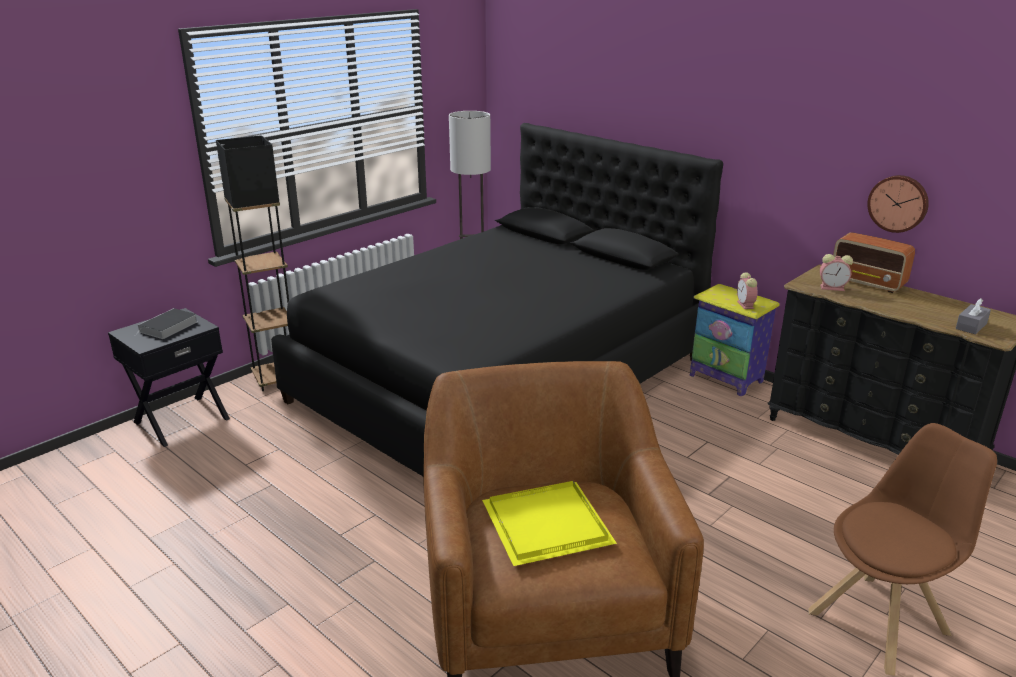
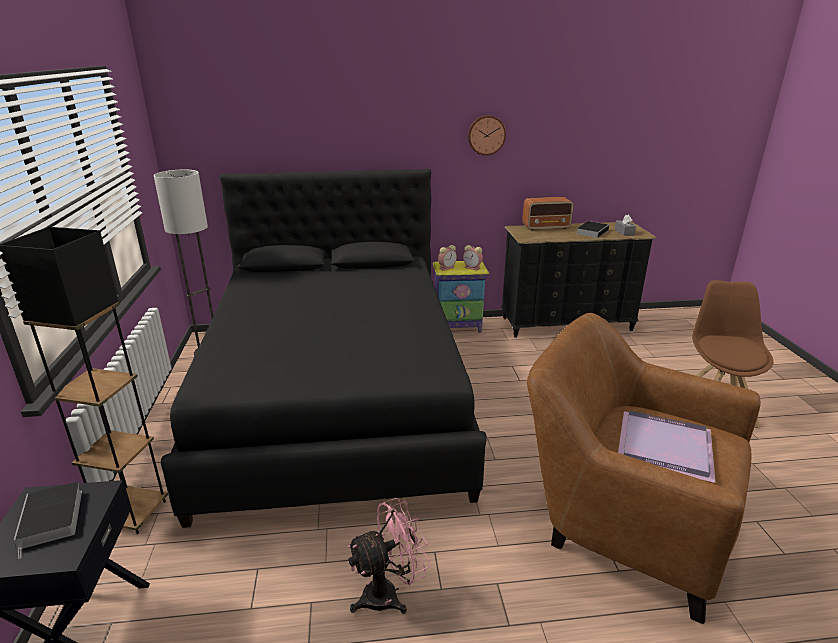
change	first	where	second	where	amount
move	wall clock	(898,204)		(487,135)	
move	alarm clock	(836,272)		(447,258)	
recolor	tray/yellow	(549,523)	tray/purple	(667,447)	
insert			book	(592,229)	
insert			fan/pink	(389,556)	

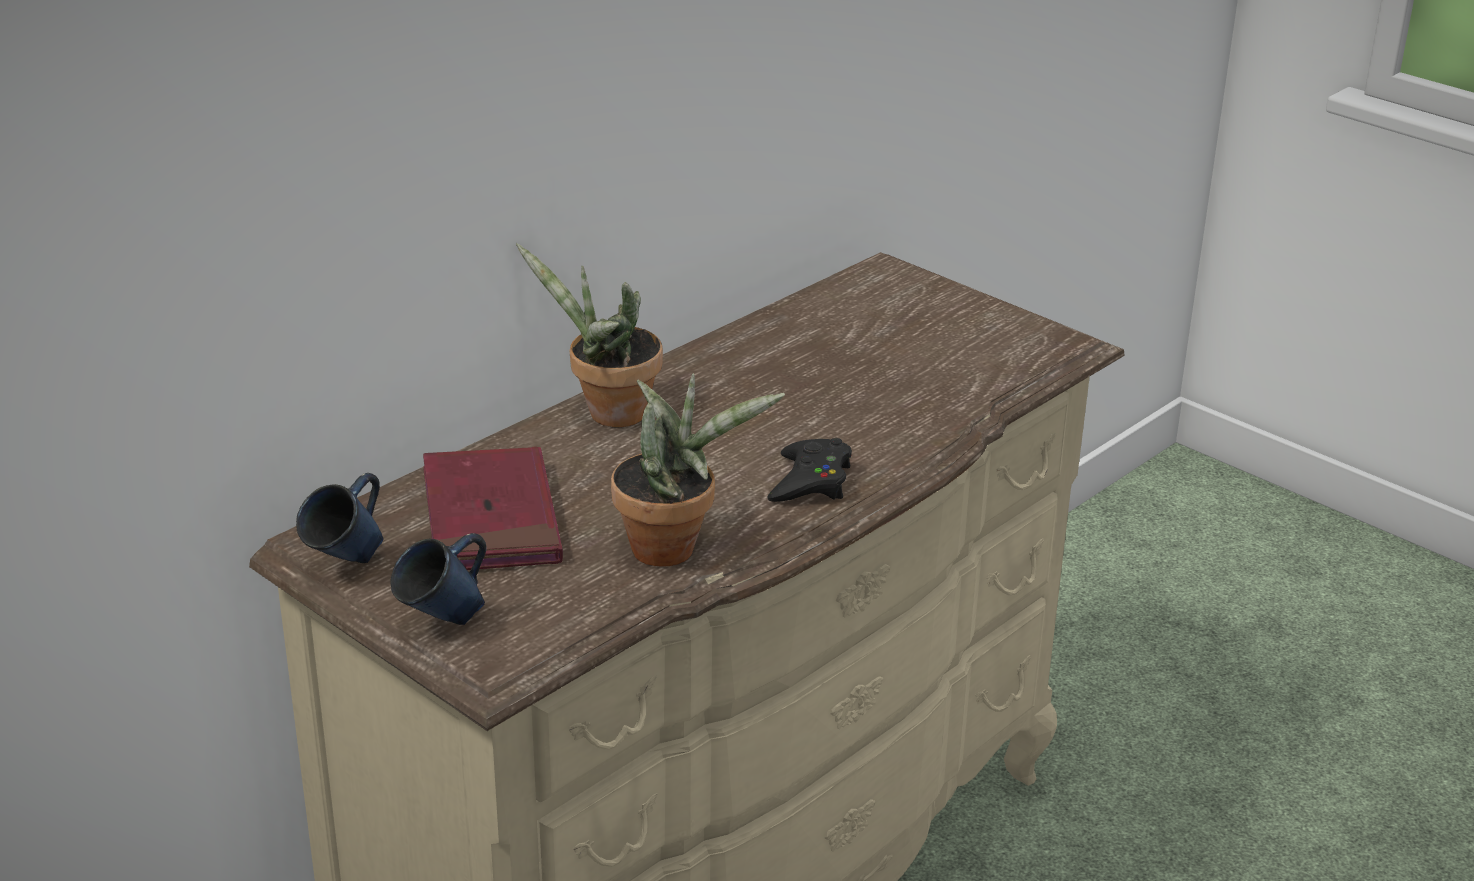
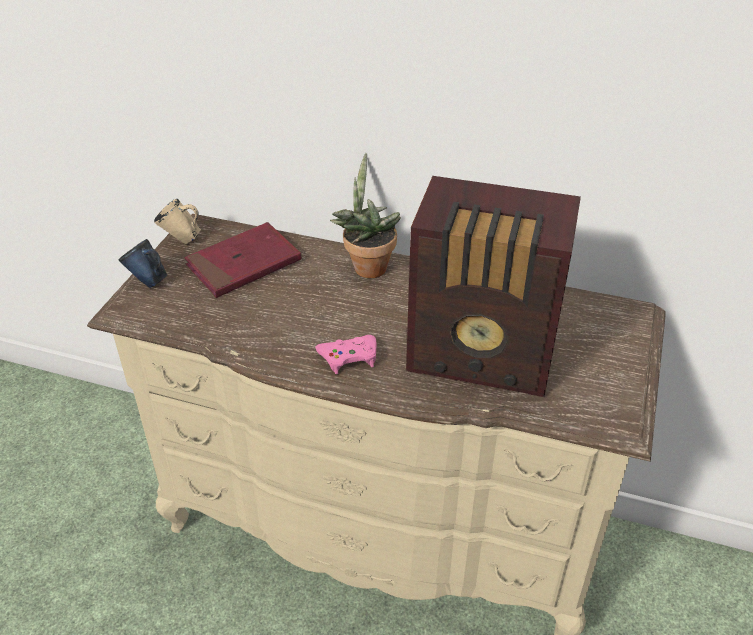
change	first	where	second	where	amount
delete	potted plant	(698,470)			
recolor	game controller/black	(810,470)	game controller/pink	(346,354)	
recolor	mug/blue	(339,518)	mug/beige	(177,221)	
insert			radio	(493,286)	

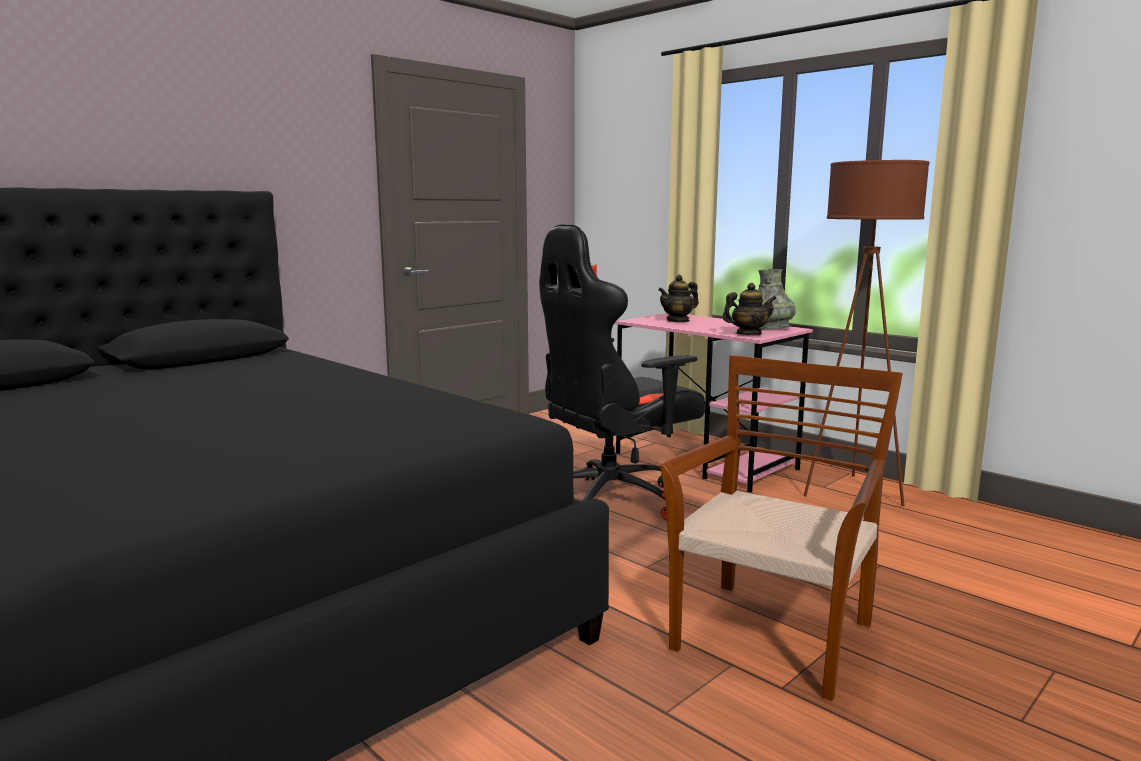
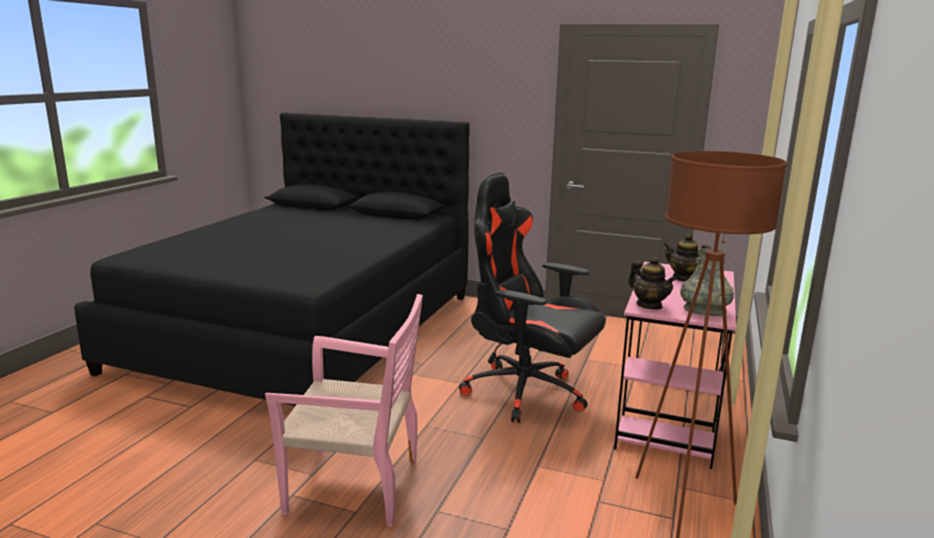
change	first	where	second	where	amount
recolor	armchair/brown	(781,528)	armchair/pink	(344,410)	

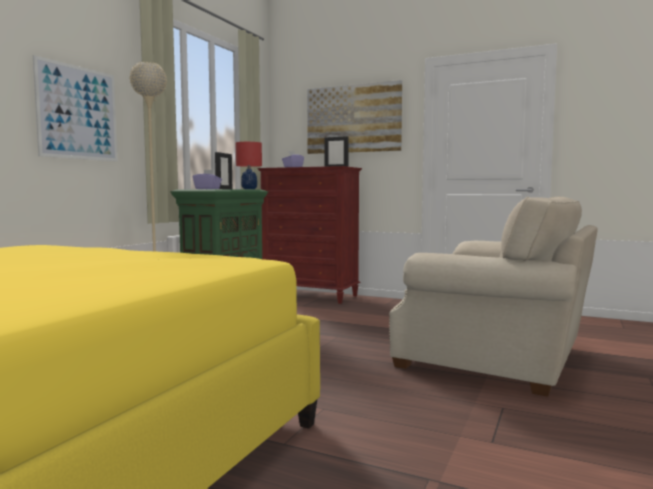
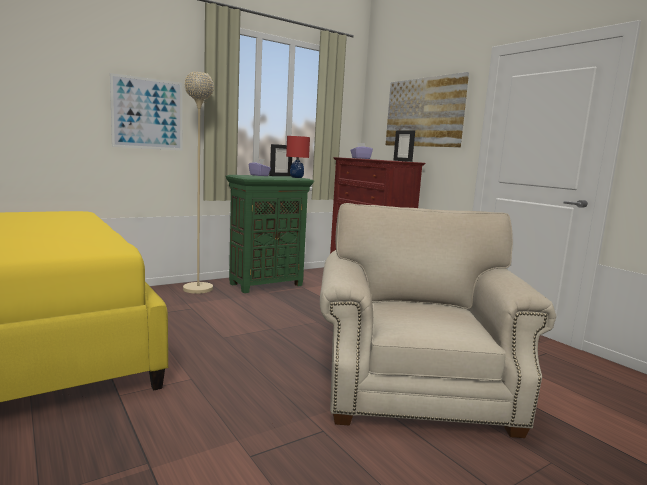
change	first	where	second	where	amount
rotate	armchair/beige	(493,296)		(438,320)	150 degrees counterclockwise

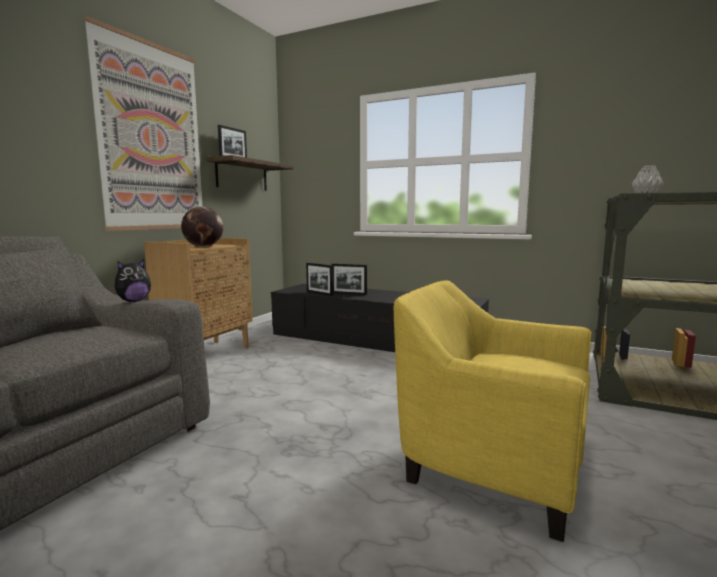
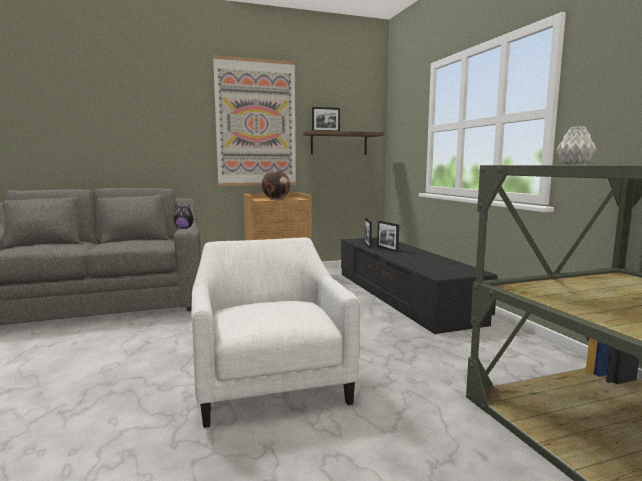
change	first	where	second	where	amount
recolor	armchair/yellow	(493,411)	armchair/white	(275,333)	

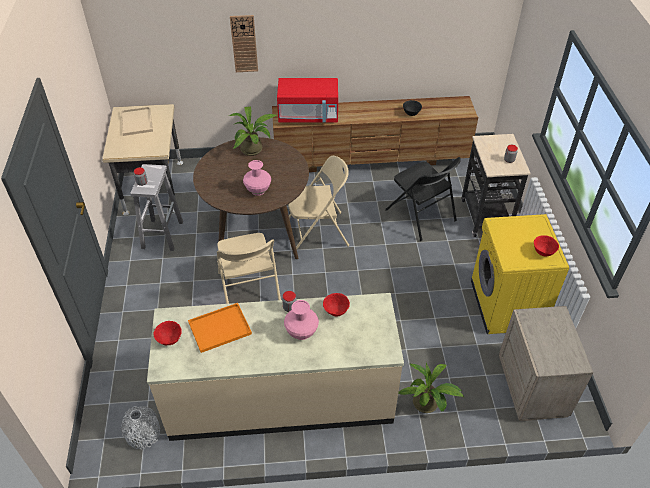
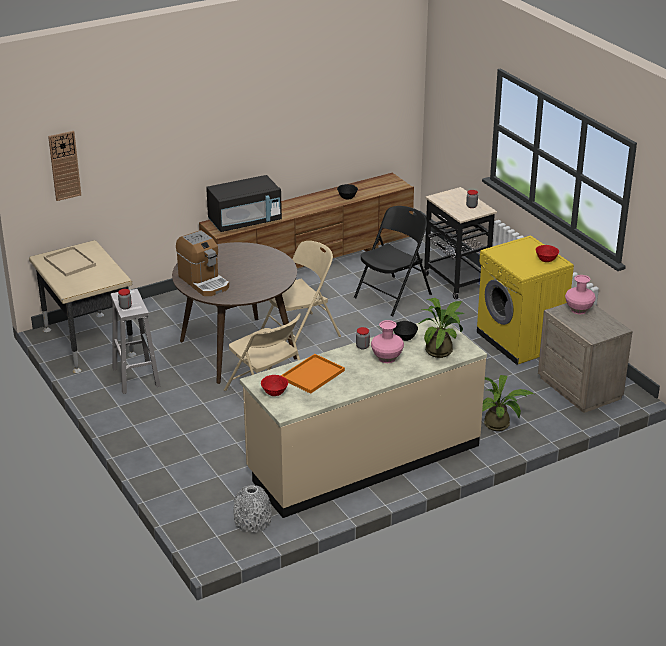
change	first	where	second	where	amount
move	wall clock	(244,43)		(64,166)	
recolor	microwave/red	(307,100)	microwave/black	(244,203)	
move	potted plant	(253,131)		(441,328)	
rotate	chair/black	(423,199)		(393,261)	75 degrees counterclockwise
move	vase/pink	(257,178)		(580,294)	
recolor	bowl/red	(336,305)	bowl/black	(405,331)	
insert			coffee machine	(202,263)	

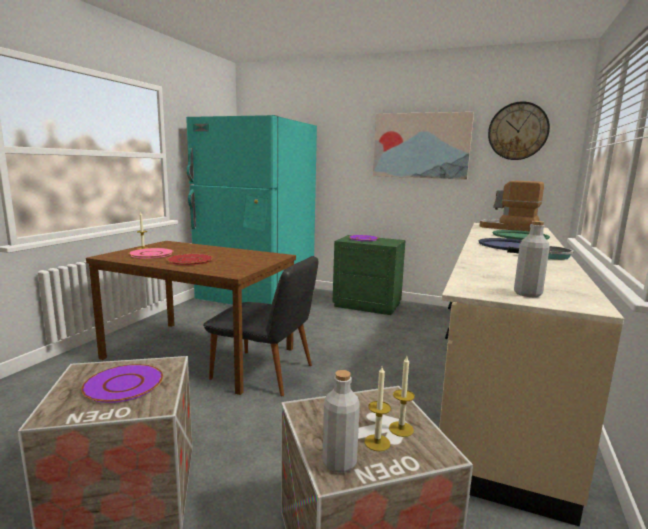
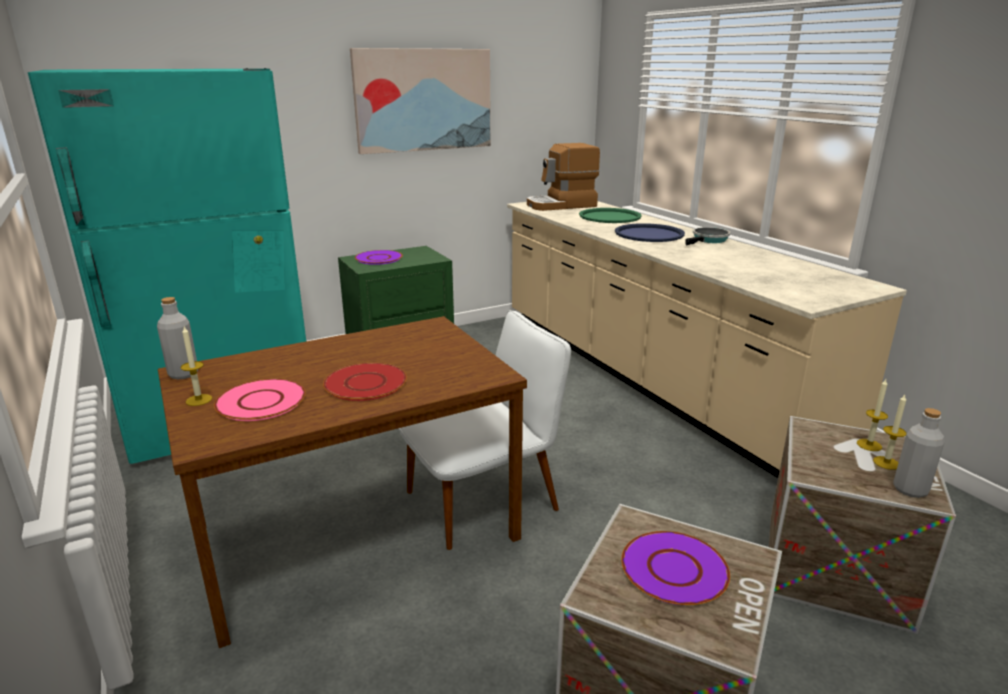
change	first	where	second	where	amount
delete	wall clock	(519,130)			
move	bottle/grey	(532,259)		(177,338)	
recolor	chair/black	(260,326)	chair/white	(485,430)	

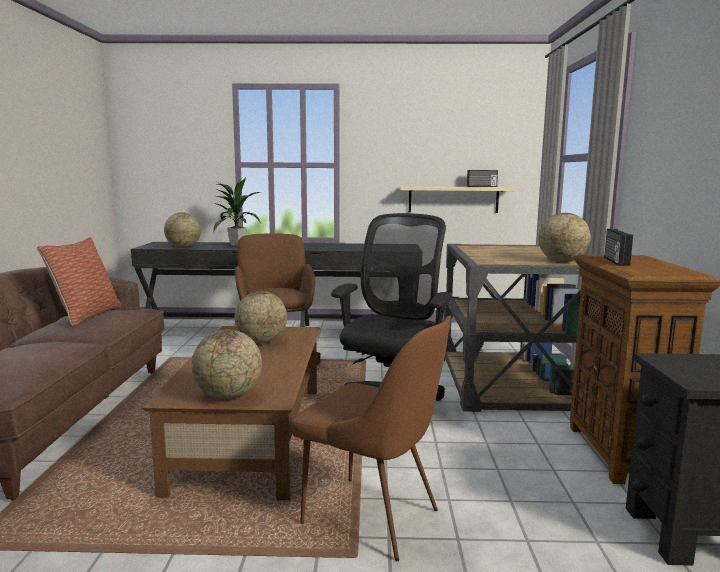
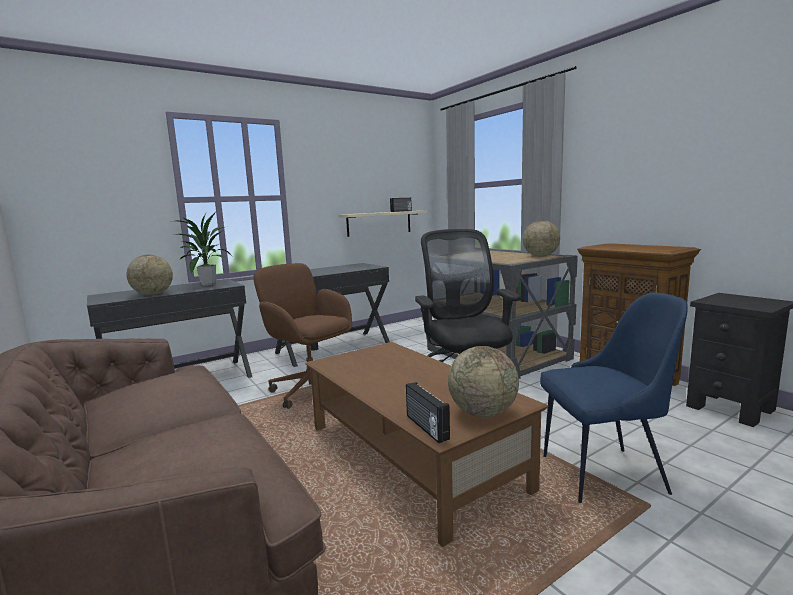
change	first	where	second	where	amount
move	radio	(618,247)		(428,412)	
delete	pillow	(79,282)			
delete	globe	(261,317)			
recolor	chair/brown	(371,438)	chair/blue	(614,397)	

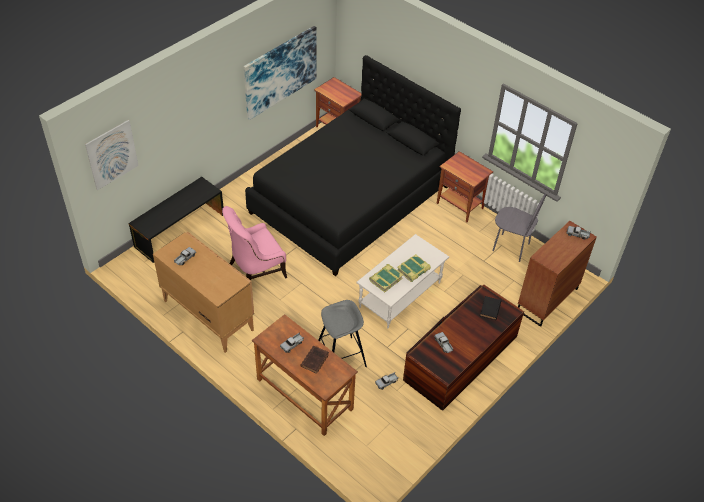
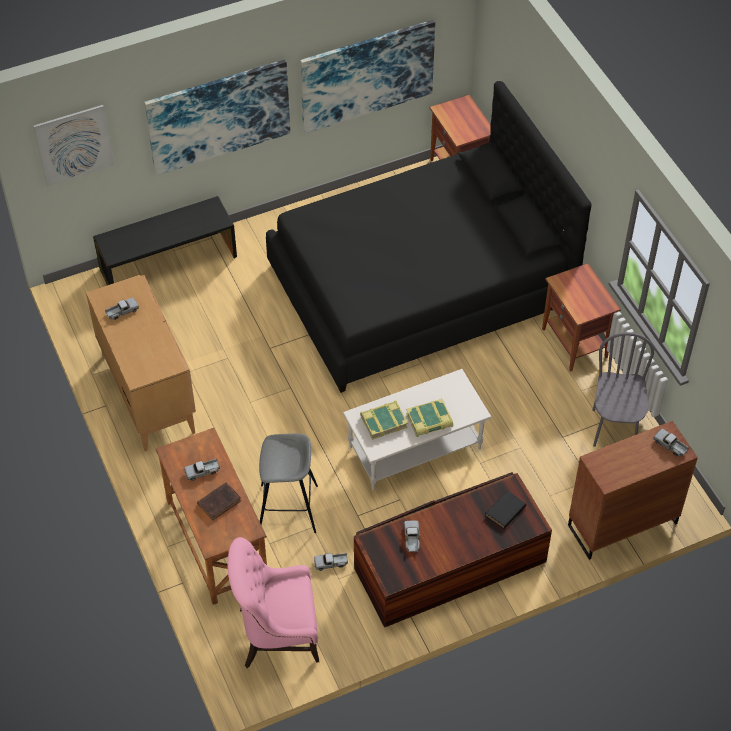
change	first	where	second	where	amount
rotate	chair/grey	(519,227)		(623,389)	135 degrees counterclockwise
move	chair/pink	(254,243)		(273,602)	
insert			picture	(217,117)	

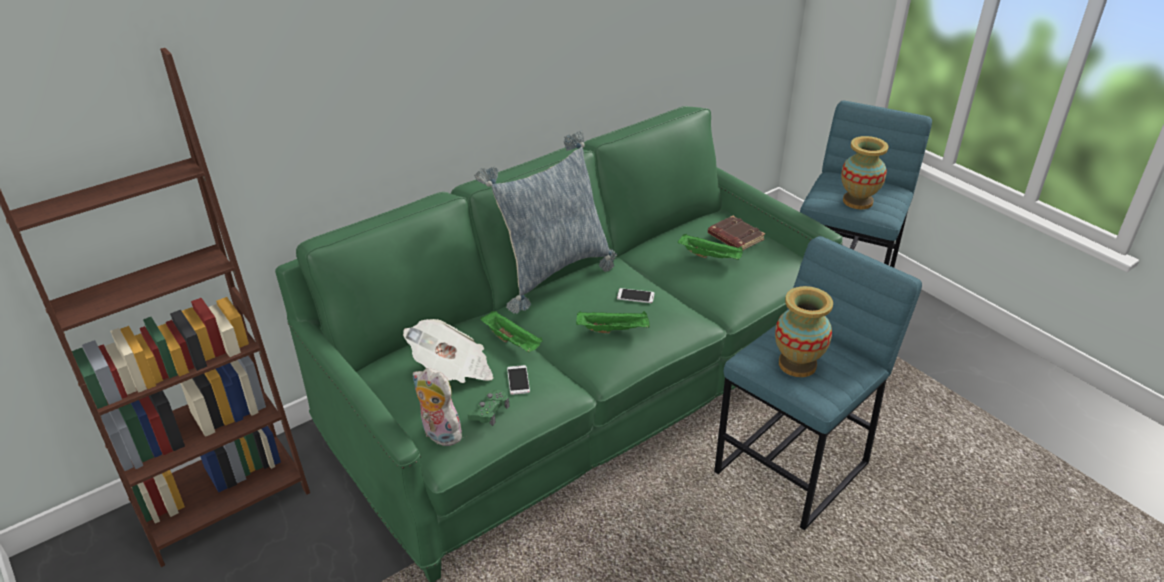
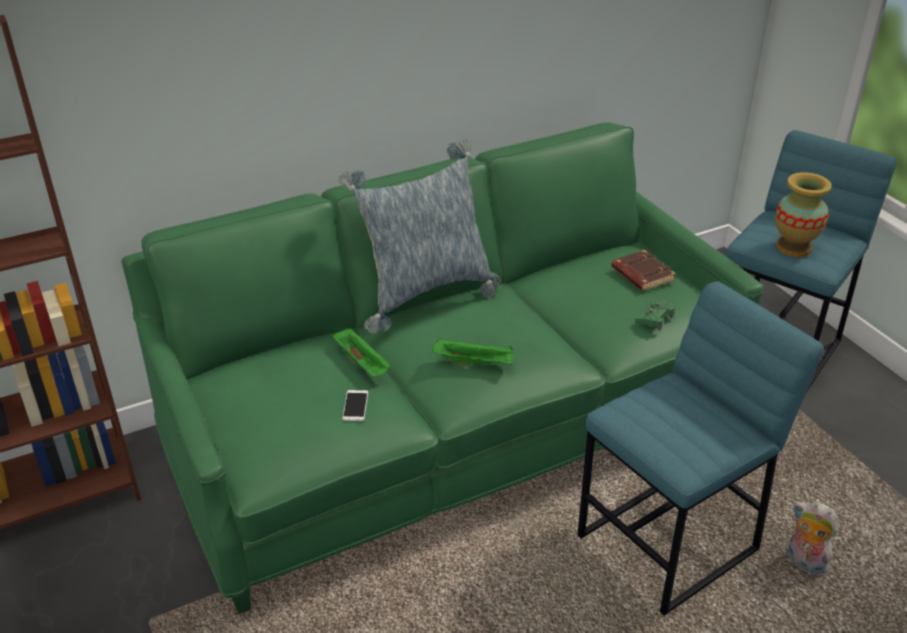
change	first	where	second	where	amount
delete	tray/green	(710,247)			
delete	vase	(804,331)			
delete	phone	(636,295)			
delete	newspaper	(448,351)			
move	plush toy	(438,407)		(813,539)	
move	game controller/green	(488,408)		(655,315)	

